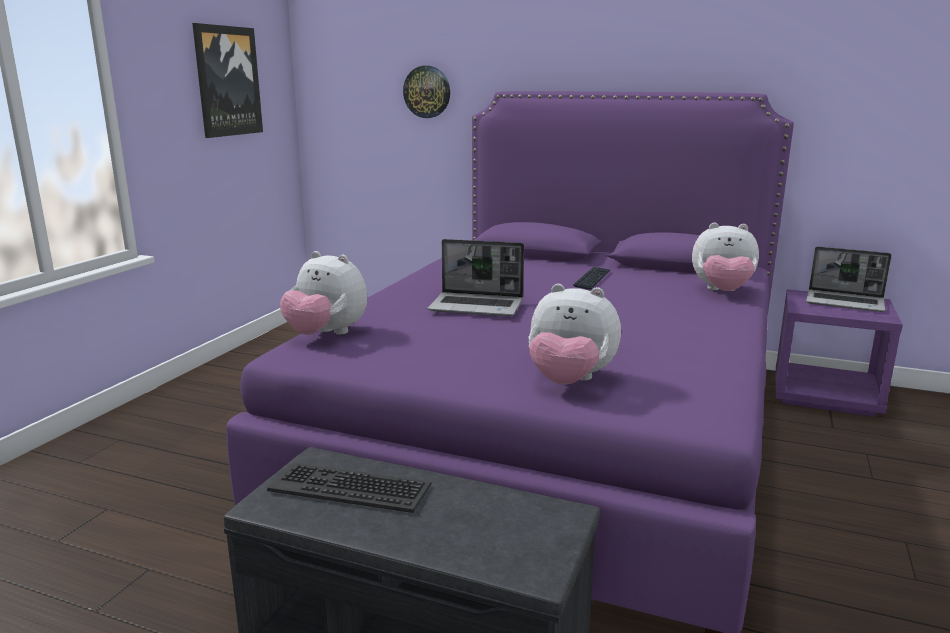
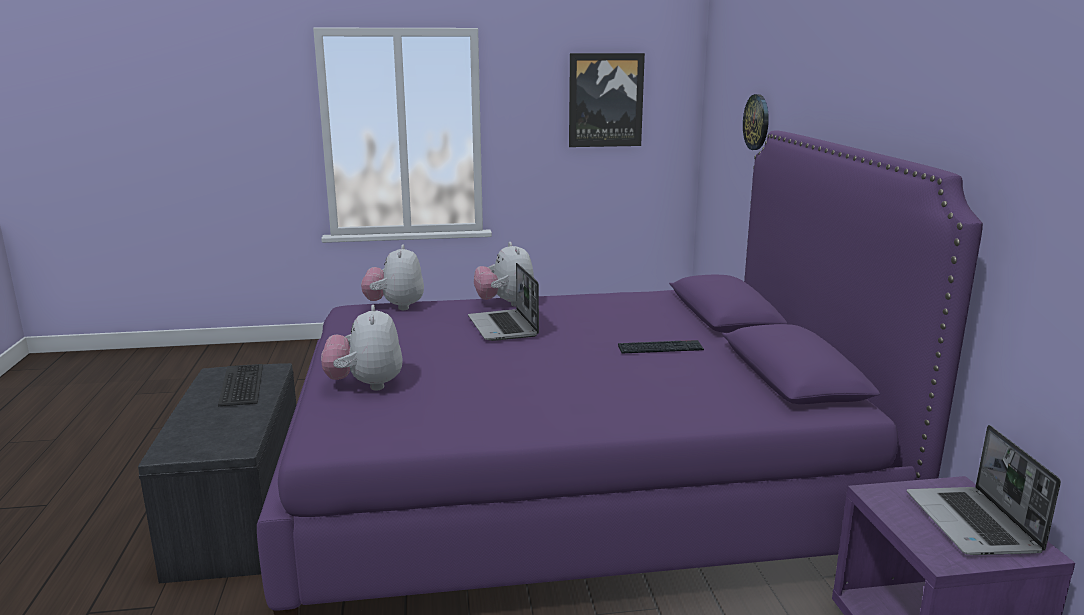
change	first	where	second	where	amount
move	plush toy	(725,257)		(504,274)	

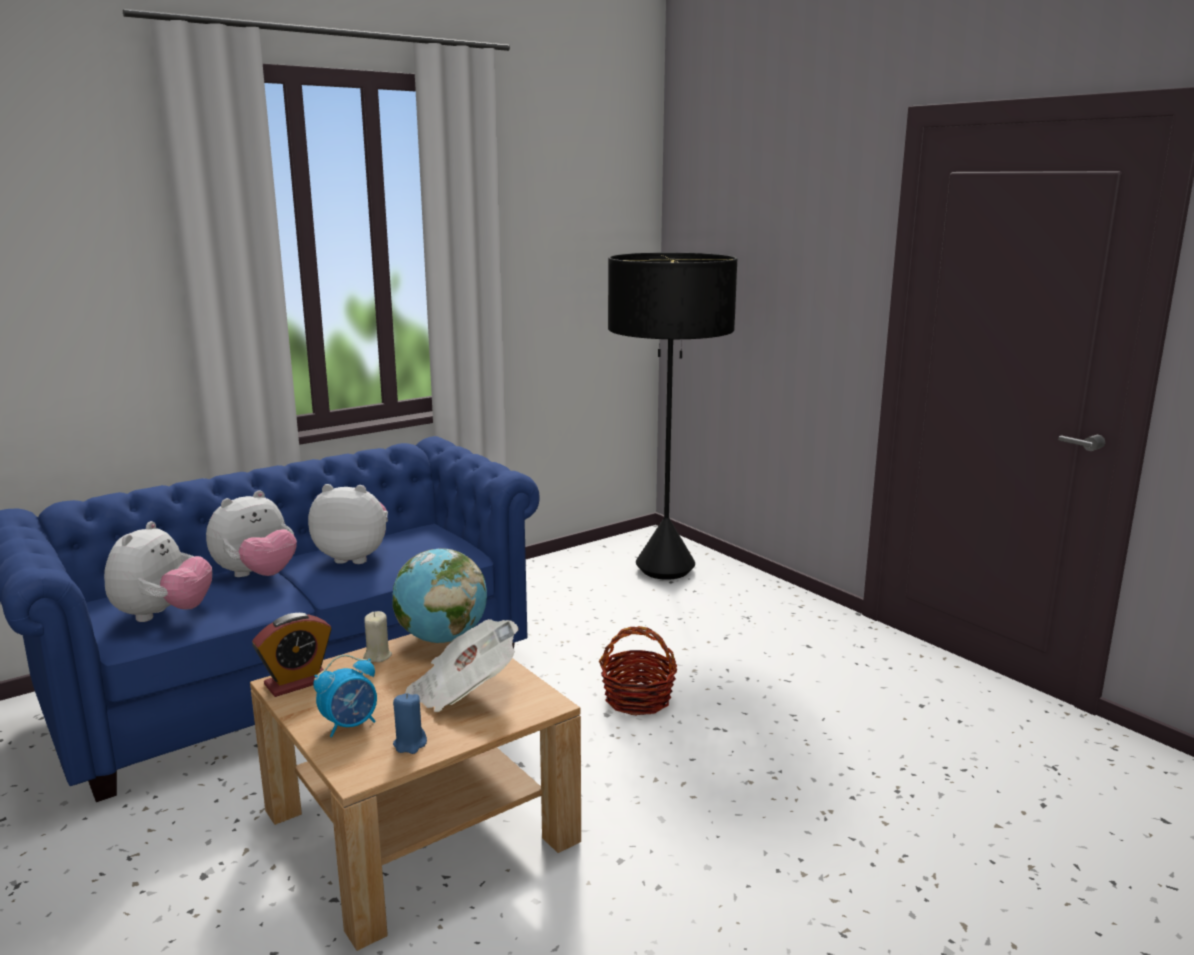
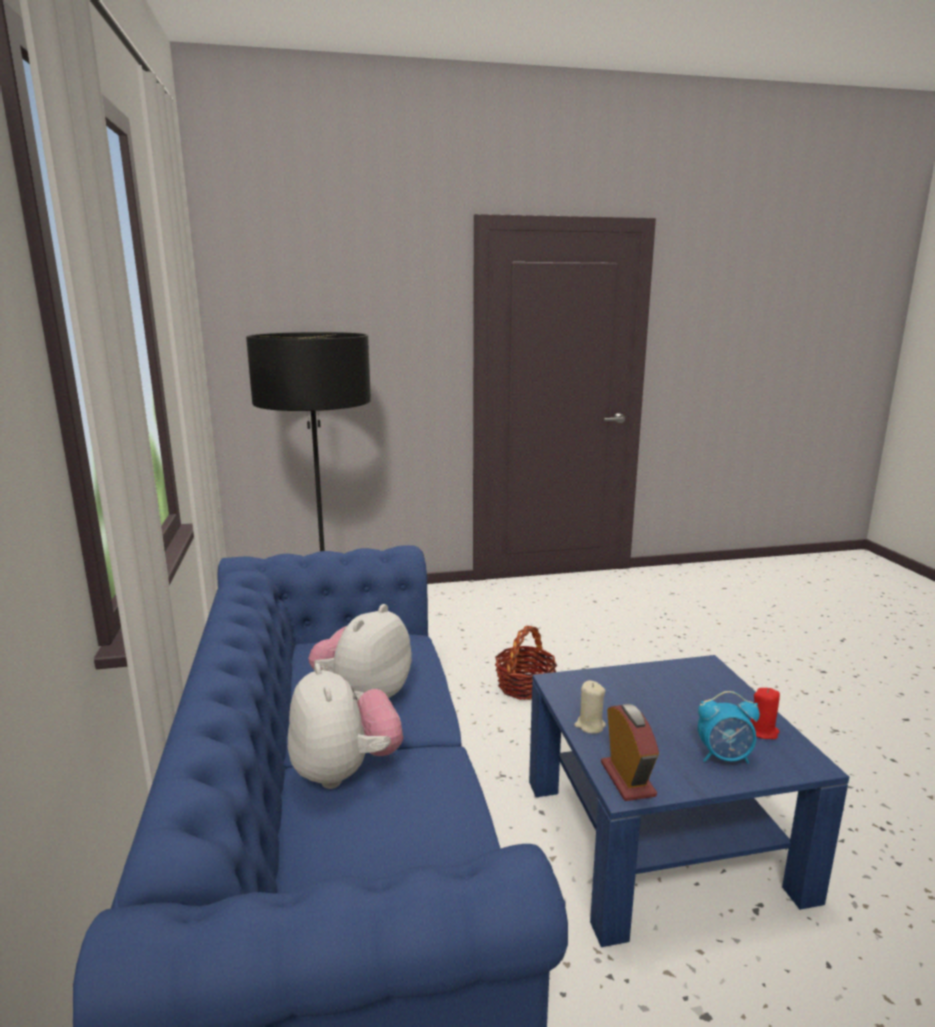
change	first	where	second	where	amount
delete	plush toy	(158,571)			
delete	globe	(440,595)			
delete	newspaper	(462,665)			
recolor	coffee table/brown	(415,792)	coffee table/blue	(689,801)	
rotate	alarm clock	(345,696)		(729,727)	105 degrees clockwise
recolor	candle/blue	(410,723)	candle/red	(765,713)	

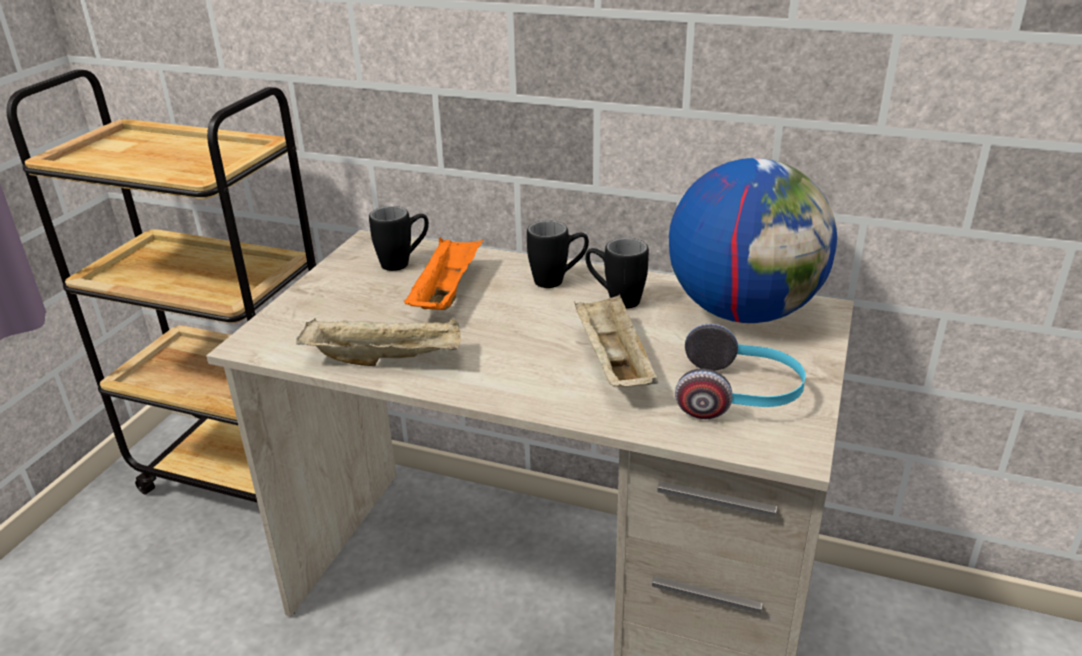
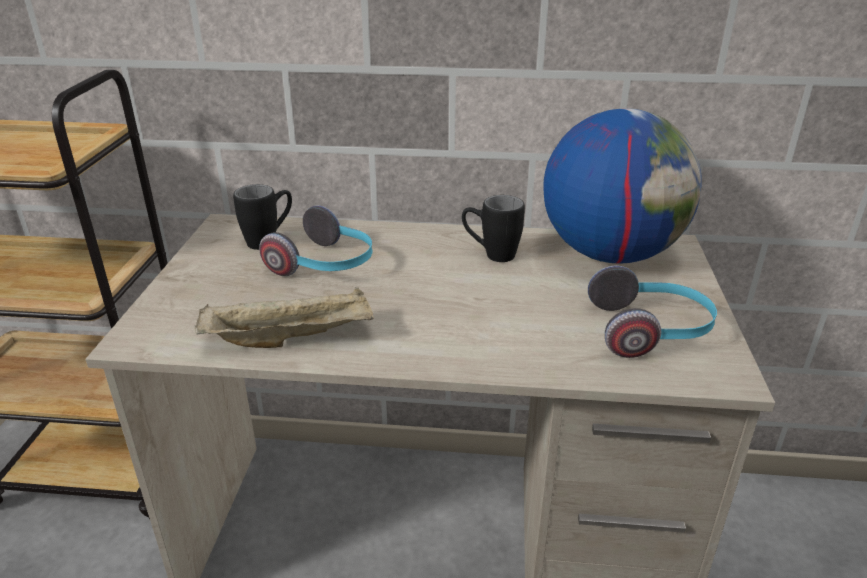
change	first	where	second	where	amount
delete	mug/black	(558,254)			
replace	tray/orange	(443,273)	headphones	(315,240)	
delete	tray/beige	(616,341)			

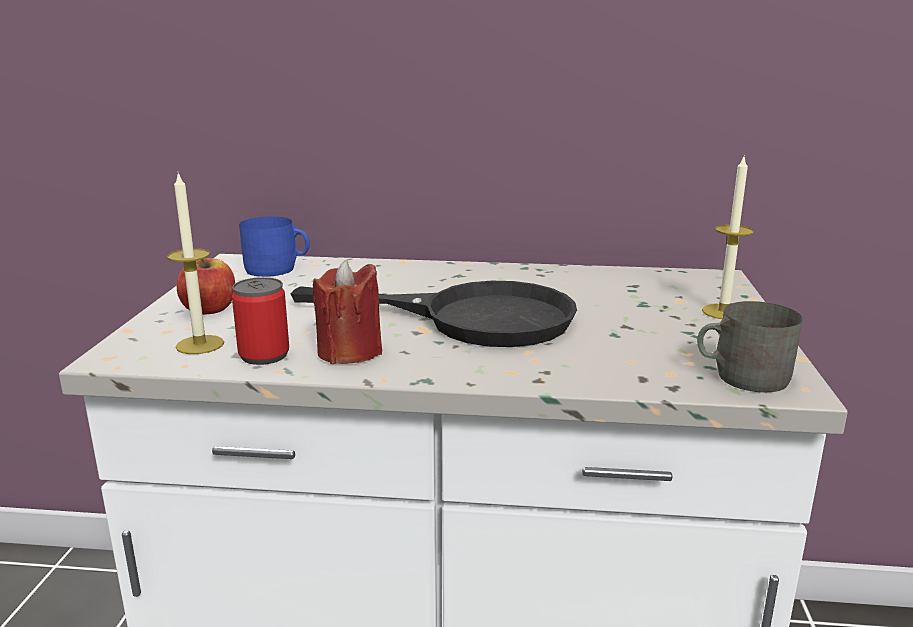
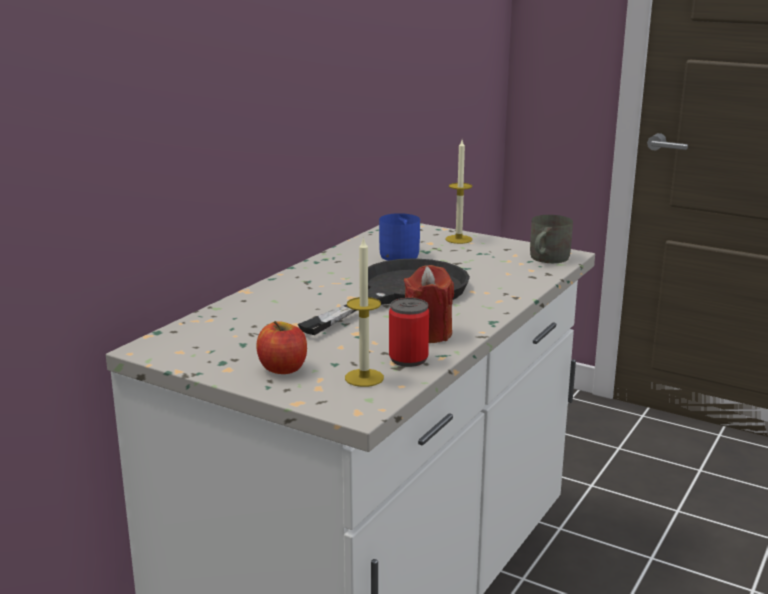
change	first	where	second	where	amount
move	mug/blue	(274,246)		(399,237)	

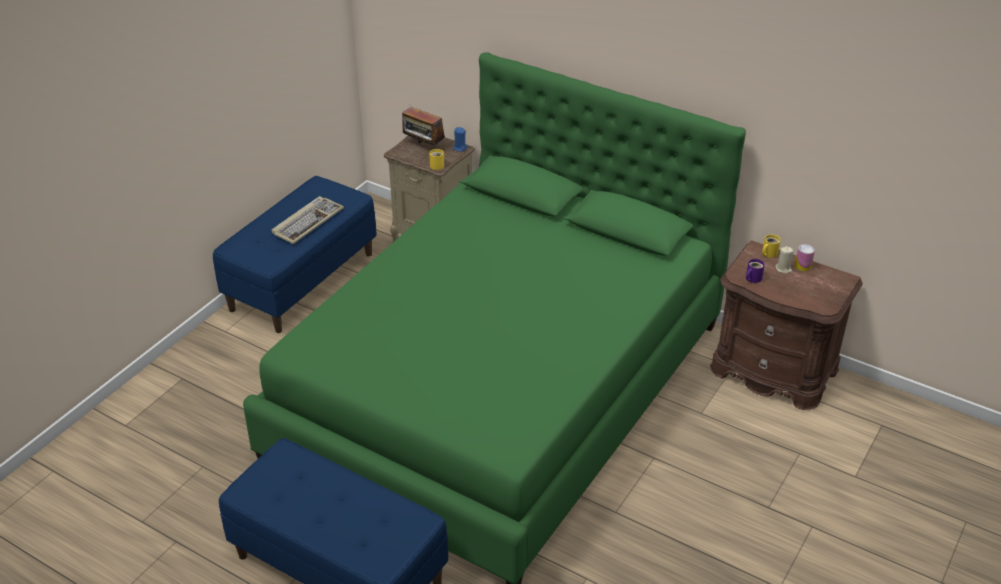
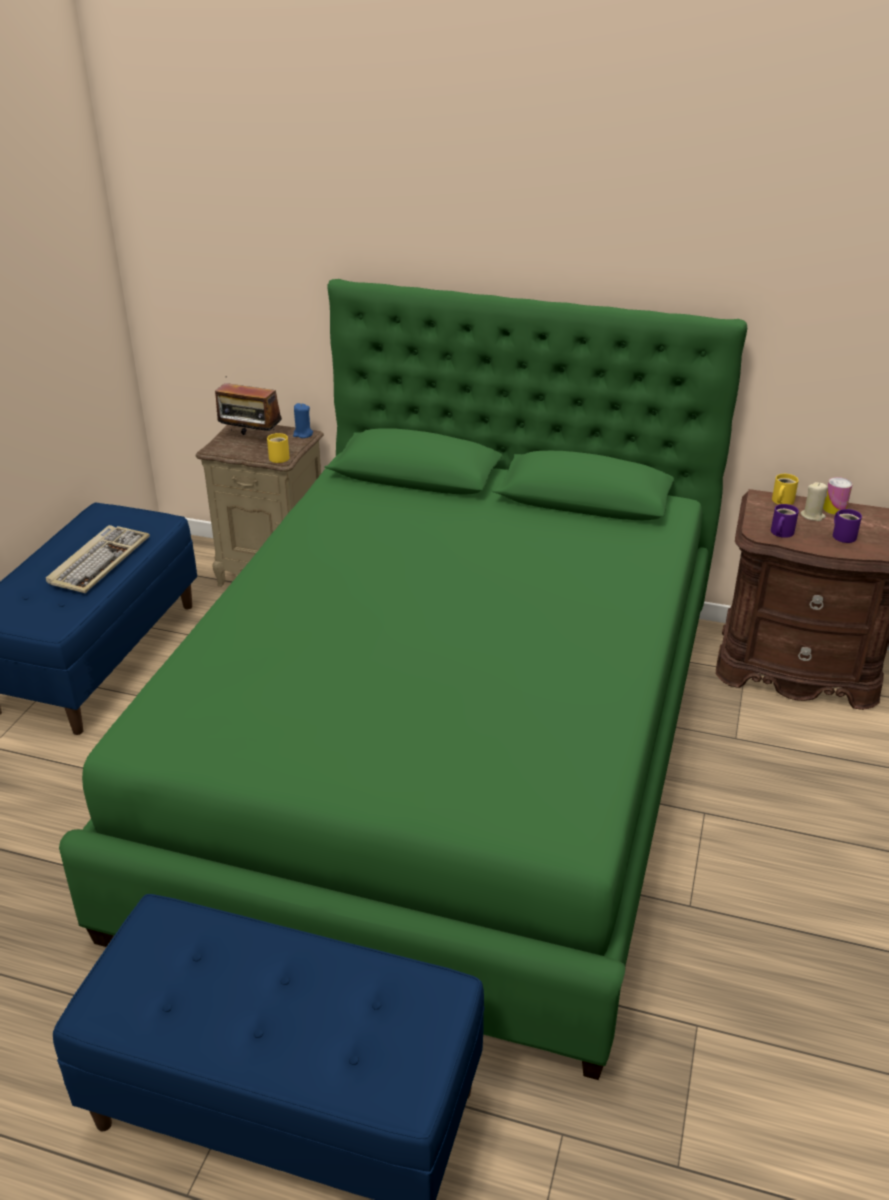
change	first	where	second	where	amount
insert			mug/purple	(847,526)	

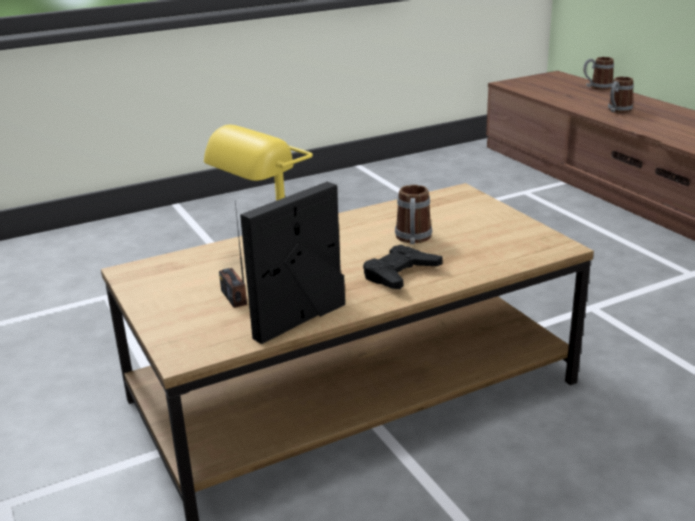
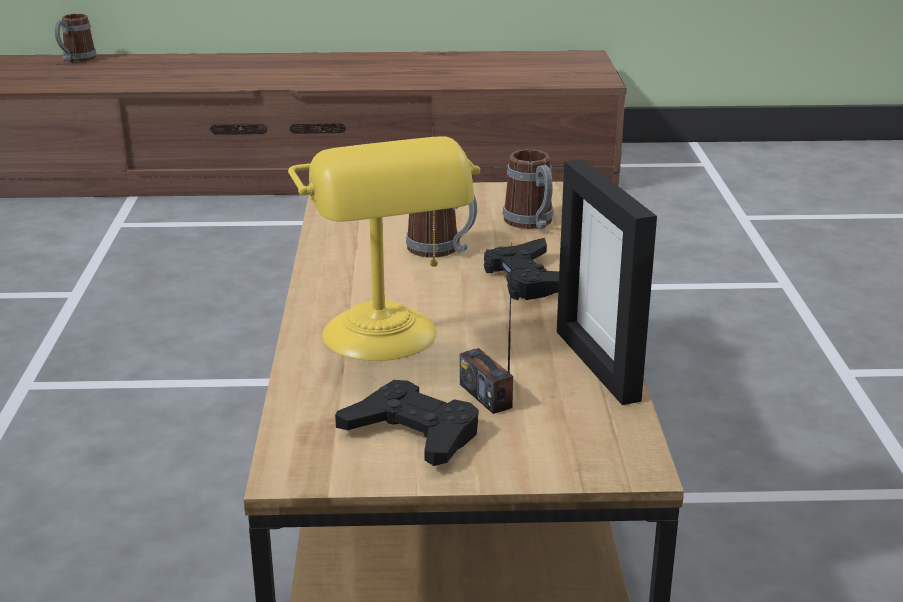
change	first	where	second	where	amount
move	mug	(621,95)		(528,189)	
rotate	radio	(233,255)		(486,331)	60 degrees clockwise
insert			game controller/black	(406,423)	

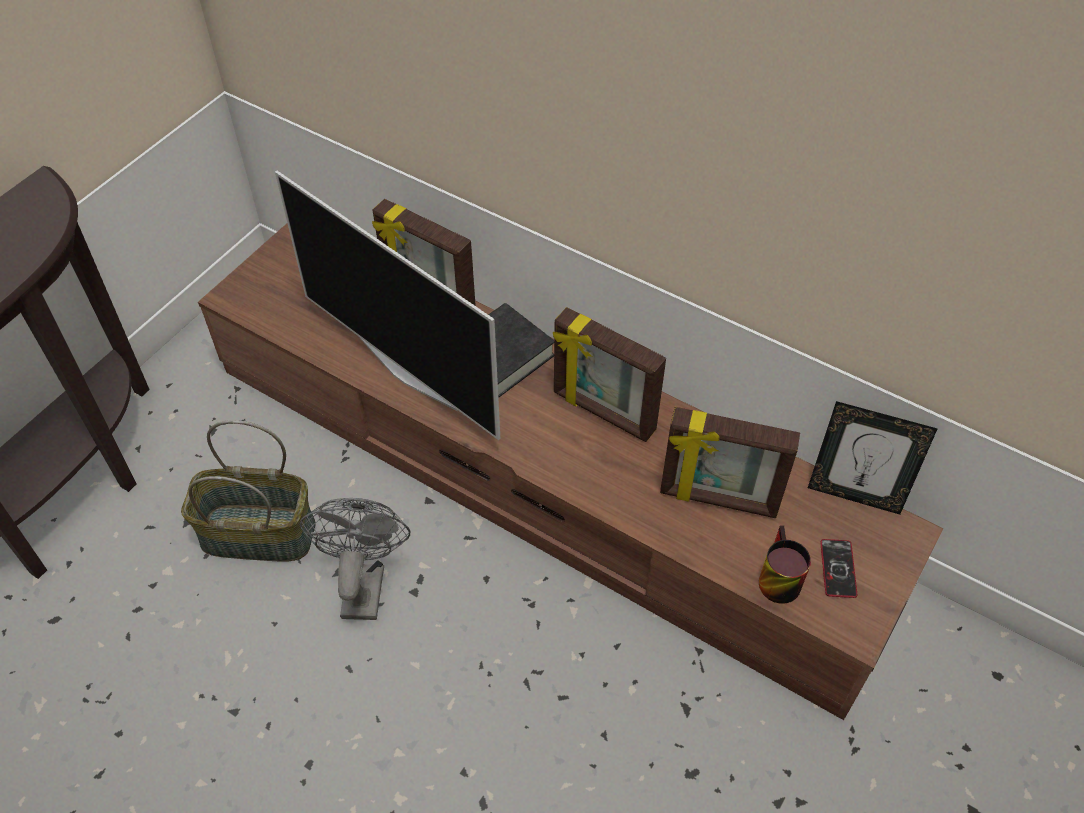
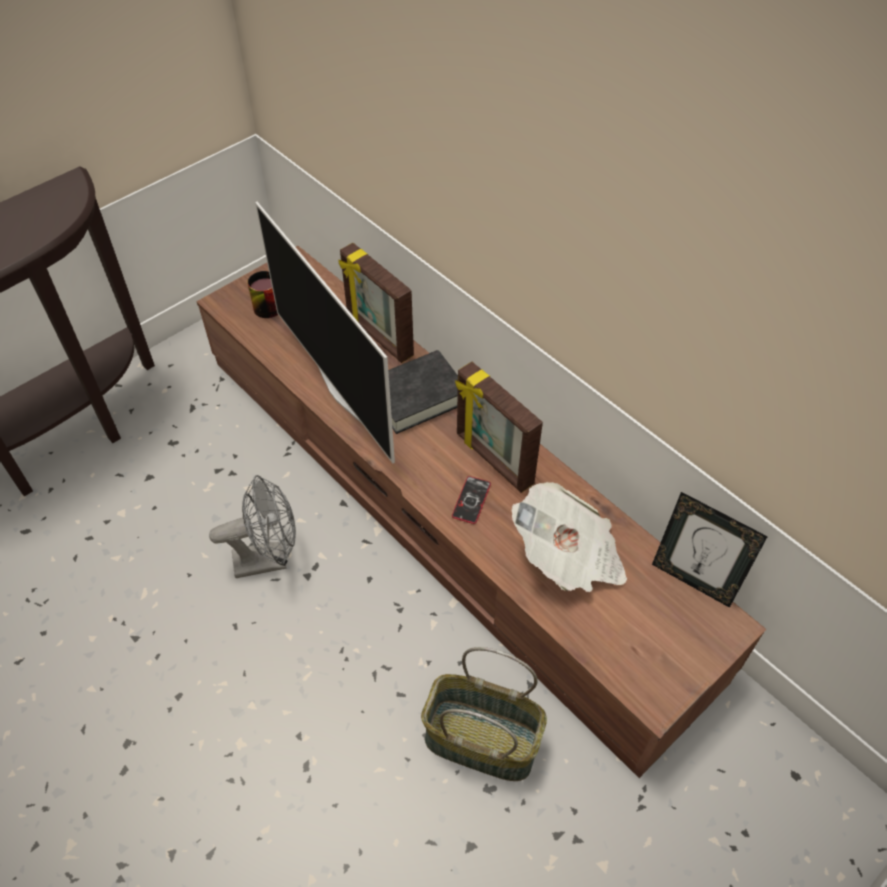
change	first	where	second	where	amount
replace	picture frame	(730,462)	newspaper	(569,537)	
move	basket	(248,491)		(484,714)	
rotate	fan/grey	(355,559)		(252,526)	60 degrees clockwise
move	mug	(785,564)		(262,294)	
move	phone	(838,568)		(471,500)	

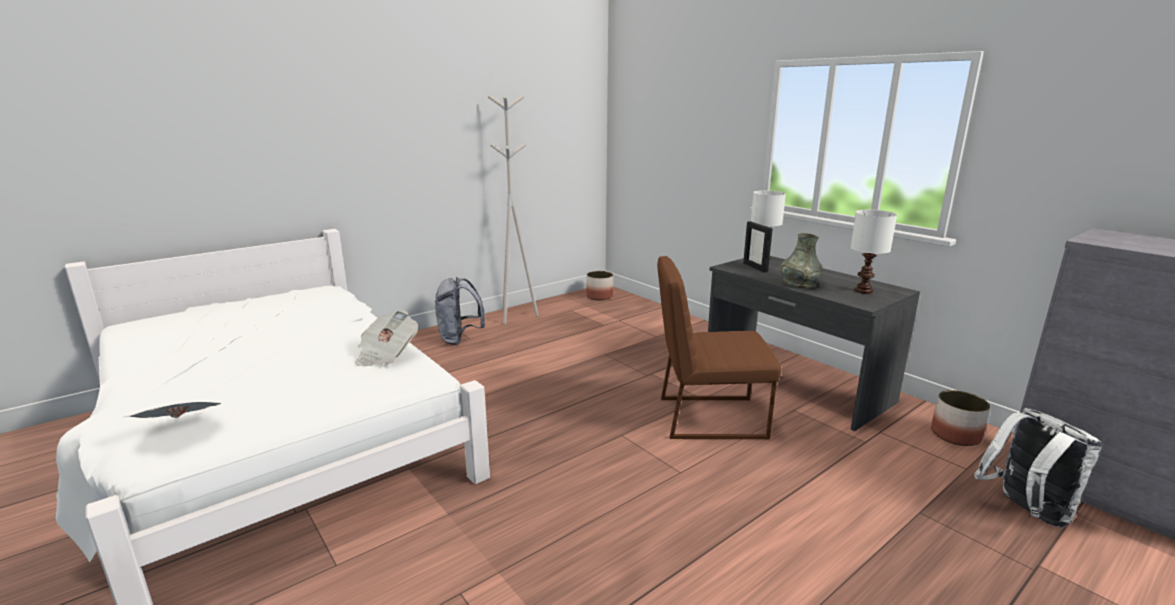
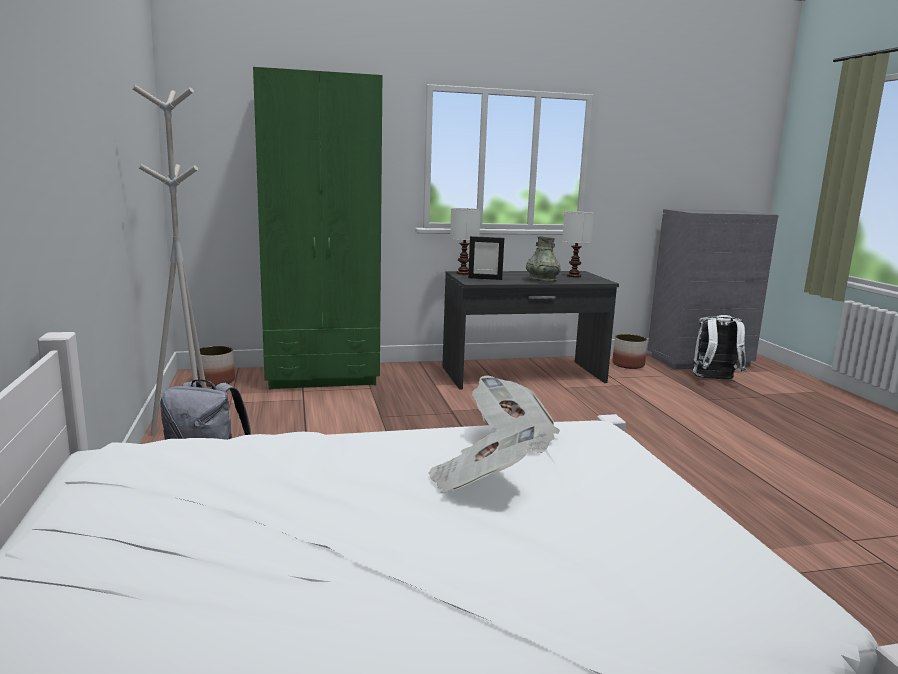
change	first	where	second	where	amount
delete	chair/brown	(719,347)			
move	newspaper	(173,410)		(484,458)	
insert			wardrobe/green	(317,228)	

